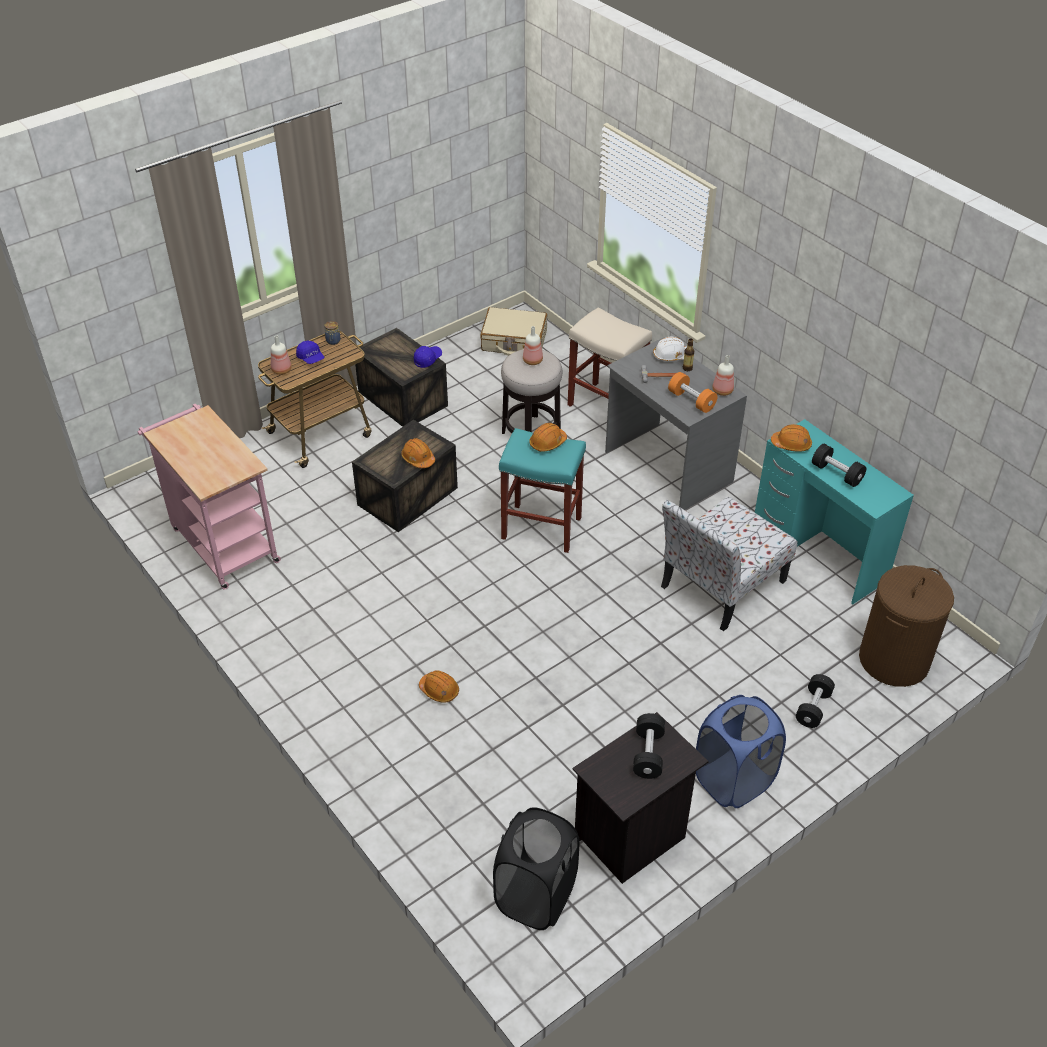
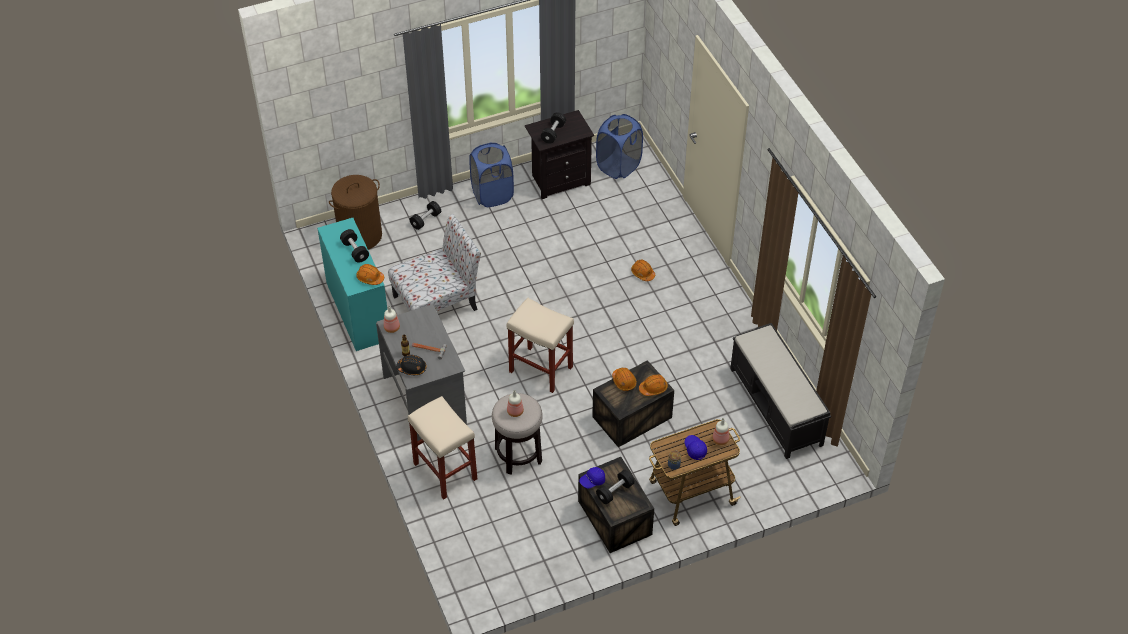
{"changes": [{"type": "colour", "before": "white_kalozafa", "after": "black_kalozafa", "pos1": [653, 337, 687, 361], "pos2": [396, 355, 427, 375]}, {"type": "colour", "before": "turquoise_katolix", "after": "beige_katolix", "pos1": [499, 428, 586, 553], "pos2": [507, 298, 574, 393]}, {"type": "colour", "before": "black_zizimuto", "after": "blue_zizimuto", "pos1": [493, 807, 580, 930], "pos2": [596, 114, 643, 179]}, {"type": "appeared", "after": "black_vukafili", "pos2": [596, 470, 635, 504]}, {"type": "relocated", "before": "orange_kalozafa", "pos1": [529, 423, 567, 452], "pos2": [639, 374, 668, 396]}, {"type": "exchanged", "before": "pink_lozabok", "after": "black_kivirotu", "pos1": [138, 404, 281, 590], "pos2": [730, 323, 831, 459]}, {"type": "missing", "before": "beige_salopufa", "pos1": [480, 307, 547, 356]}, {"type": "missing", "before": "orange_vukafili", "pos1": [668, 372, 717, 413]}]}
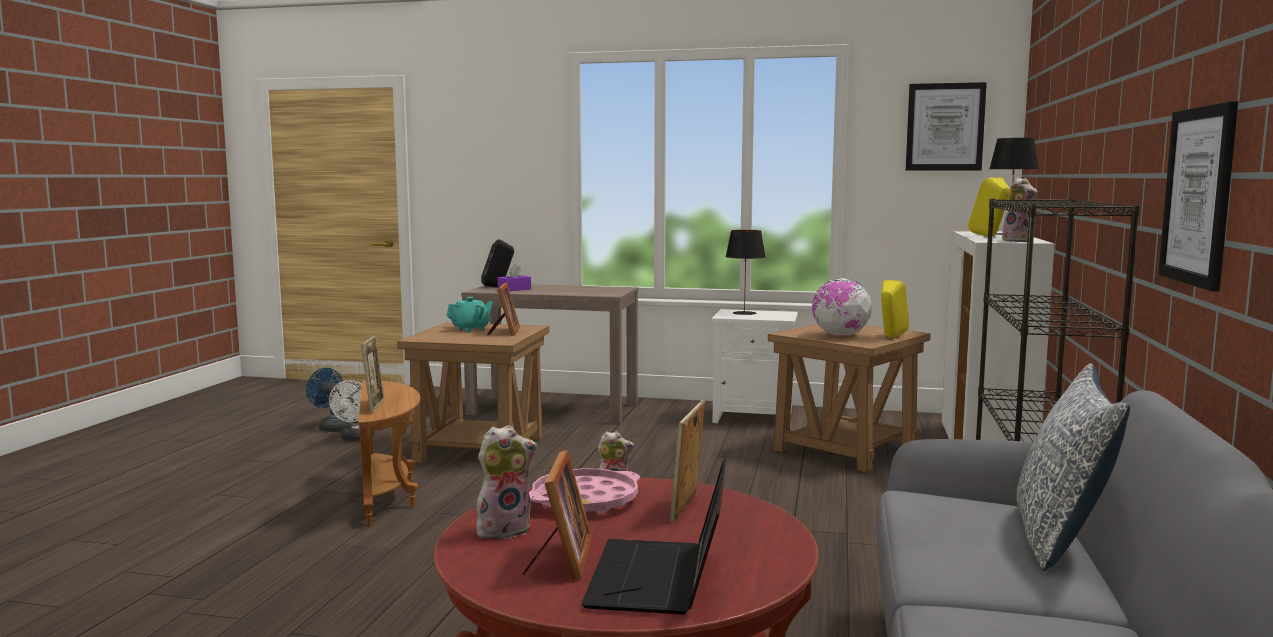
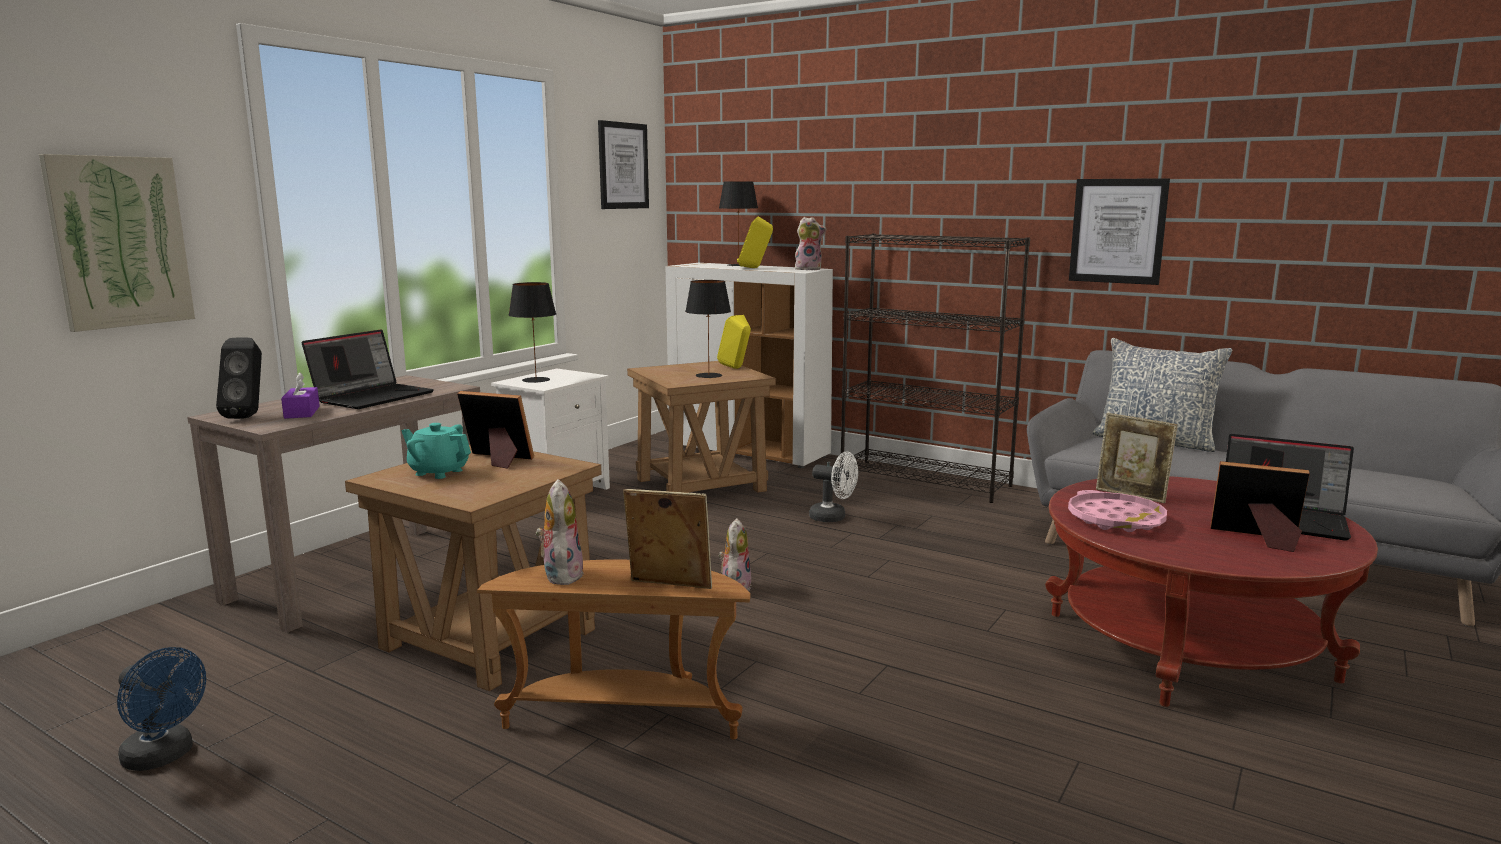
{"changes": [{"type": "appeared", "after": "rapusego", "pos2": [39, 154, 195, 332]}, {"type": "spun", "before": "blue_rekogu", "pos1": [306, 368, 352, 432], "pos2": [117, 647, 206, 771], "turn": -120}, {"type": "appeared", "after": "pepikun", "pos2": [302, 330, 434, 409]}, {"type": "spun", "before": "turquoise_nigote", "pos1": [447, 297, 493, 332], "pos2": [401, 423, 471, 479], "turn": -45}, {"type": "relocated", "before": "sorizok", "pos1": [477, 425, 537, 540], "pos2": [536, 479, 584, 585]}, {"type": "exchanged", "before": "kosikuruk", "after": "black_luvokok", "pos1": [812, 278, 871, 336], "pos2": [685, 280, 731, 378]}, {"type": "relocated", "before": "white_rekogu", "pos1": [329, 380, 375, 441], "pos2": [809, 452, 858, 522]}]}
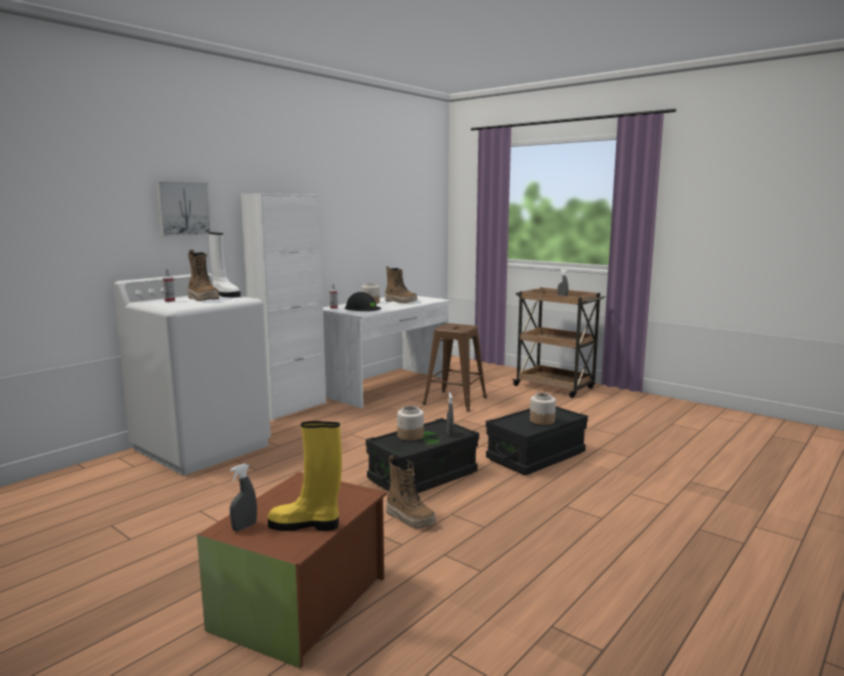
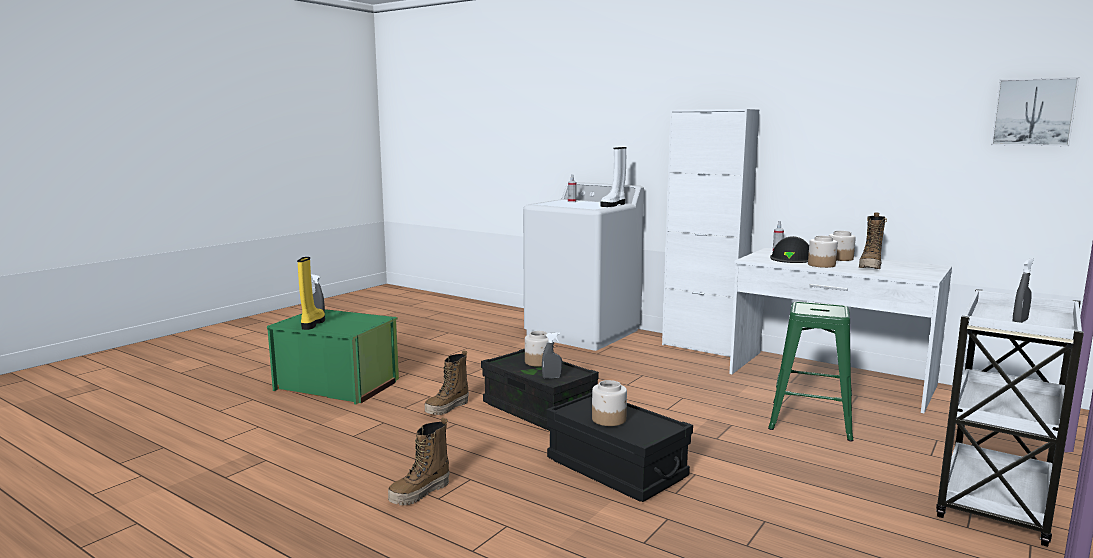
{"changes": [{"type": "colour", "before": "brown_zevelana", "after": "green_zevelana", "pos1": [197, 472, 387, 669], "pos2": [267, 309, 399, 404]}, {"type": "relocated", "before": "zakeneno", "pos1": [188, 250, 219, 301], "pos2": [388, 417, 450, 505]}, {"type": "colour", "before": "brown_katolix", "after": "green_katolix", "pos1": [422, 323, 487, 412], "pos2": [768, 302, 853, 441]}, {"type": "appeared", "after": "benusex", "pos2": [808, 236, 838, 268]}, {"type": "colour", "before": "brown_lozabok", "after": "white_lozabok", "pos1": [511, 287, 605, 398], "pos2": [936, 289, 1084, 547]}, {"type": "relocated", "before": "rapusego", "pos1": [155, 181, 212, 237], "pos2": [991, 77, 1080, 146]}]}
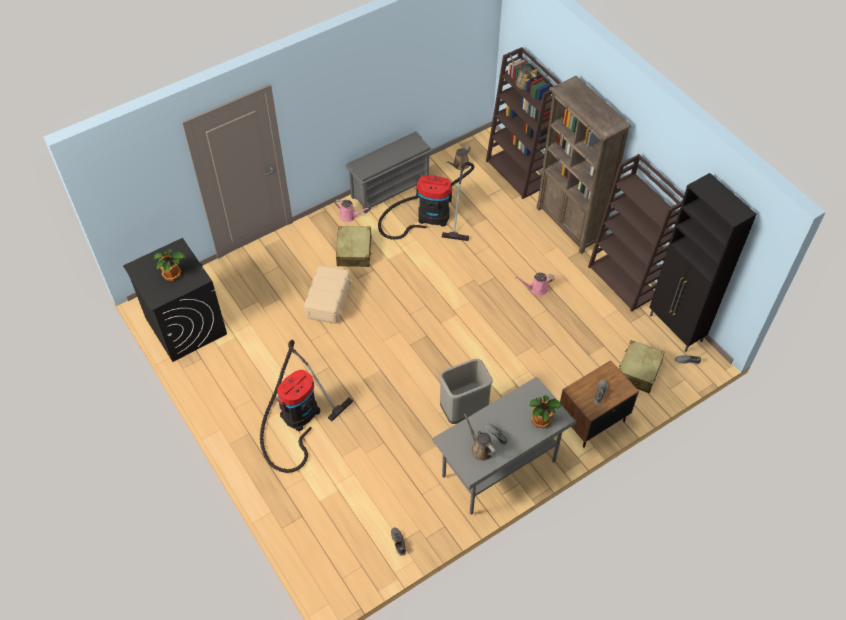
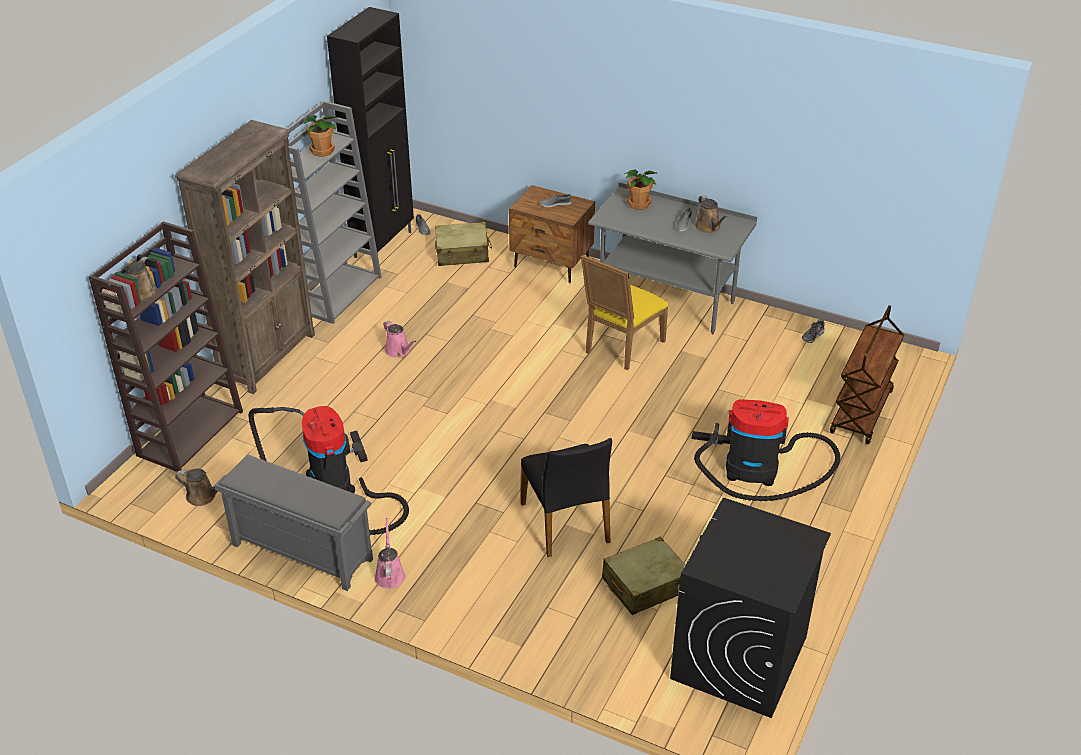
{"changes": [{"type": "colour", "before": "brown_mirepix", "after": "grey_mirepix", "pos1": [588, 154, 684, 312], "pos2": [287, 101, 382, 324]}, {"type": "relocated", "before": "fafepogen", "pos1": [153, 249, 186, 281], "pos2": [304, 115, 337, 157]}, {"type": "exchanged", "before": "beige_zevelana", "after": "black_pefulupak", "pos1": [303, 265, 352, 324], "pos2": [521, 438, 612, 557]}, {"type": "exchanged", "before": "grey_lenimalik", "after": "yellow_pefulupak", "pos1": [439, 359, 493, 424], "pos2": [581, 254, 669, 370]}, {"type": "relocated", "before": "beige_salopufa", "pos1": [336, 226, 372, 267], "pos2": [602, 537, 685, 615]}, {"type": "spun", "before": "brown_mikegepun", "pos1": [464, 414, 496, 461], "pos2": [695, 195, 728, 233], "turn": -45}, {"type": "appeared", "after": "brown_lozabok", "pos2": [830, 305, 904, 444]}]}
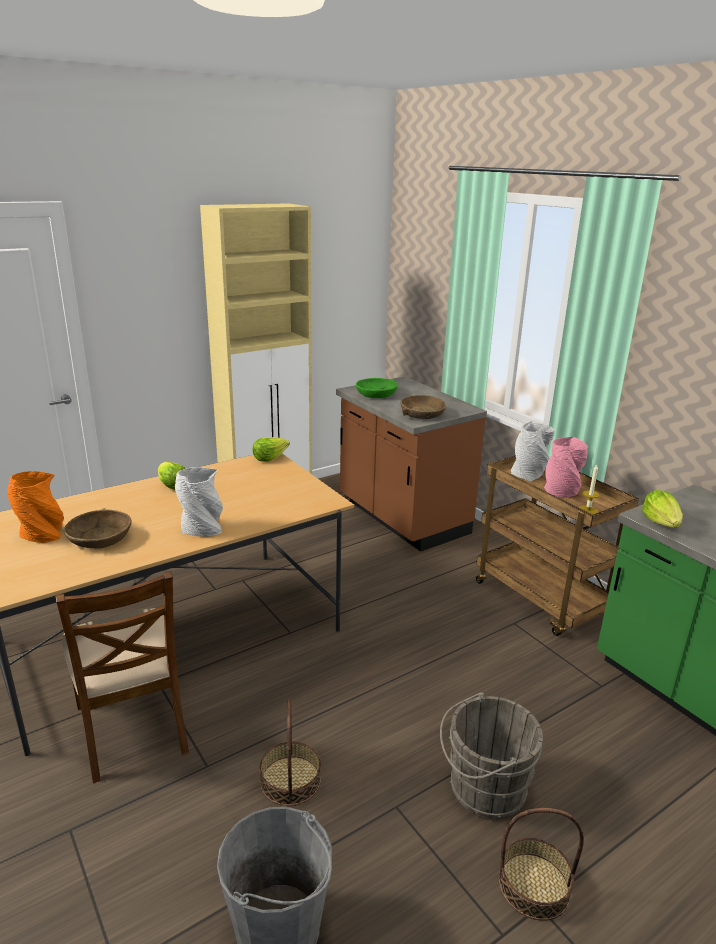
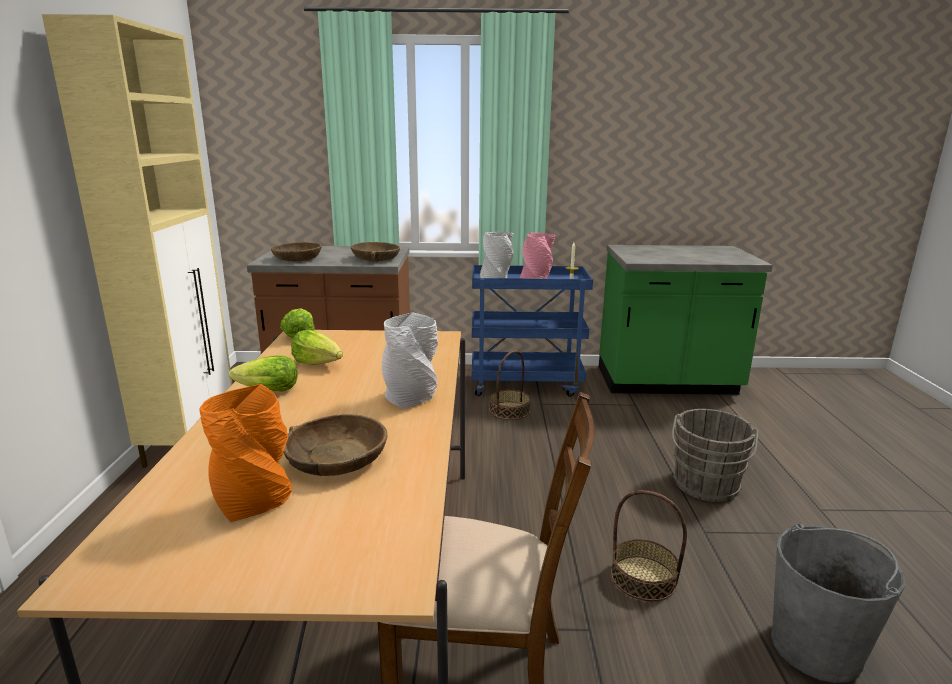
{"changes": [{"type": "colour", "before": "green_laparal", "after": "brown_laparal", "pos1": [356, 378, 398, 398], "pos2": [271, 242, 322, 261]}, {"type": "relocated", "before": "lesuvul", "pos1": [642, 490, 683, 528], "pos2": [291, 330, 343, 365]}, {"type": "colour", "before": "brown_lozabok", "after": "blue_lozabok", "pos1": [476, 455, 639, 636], "pos2": [472, 265, 593, 397]}, {"type": "relocated", "before": "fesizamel", "pos1": [499, 808, 584, 921], "pos2": [489, 351, 531, 420]}]}
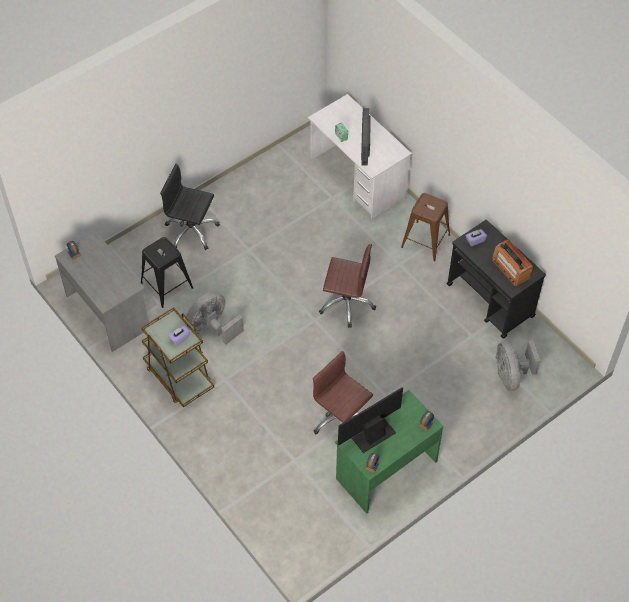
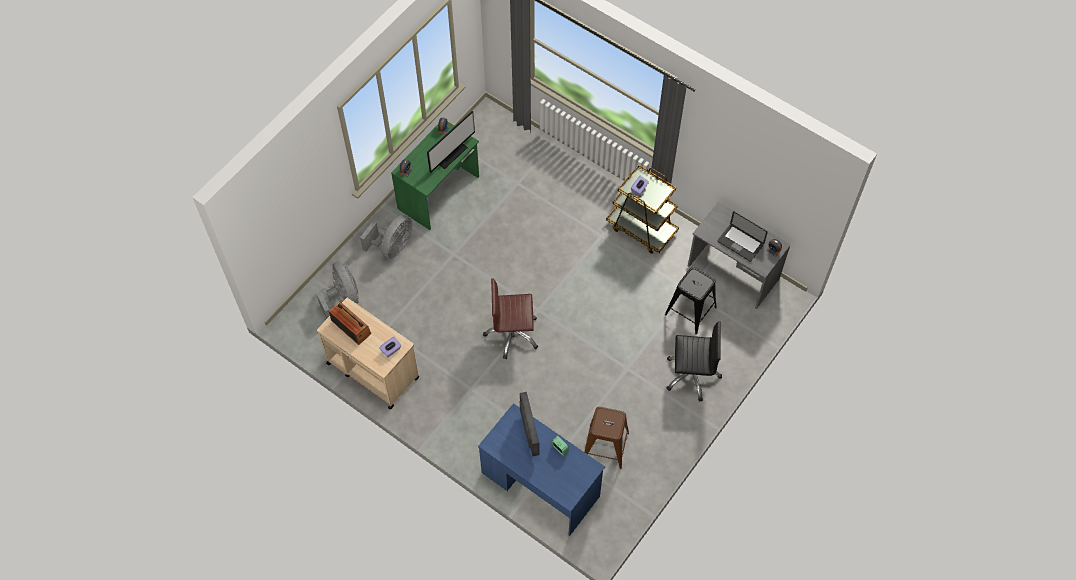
{"changes": [{"type": "colour", "before": "black_lozabok", "after": "beige_lozabok", "pos1": [447, 220, 546, 339], "pos2": [317, 298, 419, 409]}, {"type": "relocated", "before": "grey_rekogu", "pos1": [185, 291, 244, 345], "pos2": [360, 215, 412, 258]}, {"type": "colour", "before": "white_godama", "after": "blue_godama", "pos1": [308, 94, 412, 219], "pos2": [478, 403, 605, 536]}, {"type": "relocated", "before": "brown_katolix", "pos1": [401, 193, 450, 261], "pos2": [585, 407, 629, 469]}, {"type": "appeared", "after": "pepikun", "pos2": [717, 211, 768, 262]}, {"type": "missing", "before": "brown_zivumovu", "pos1": [313, 351, 373, 434]}]}
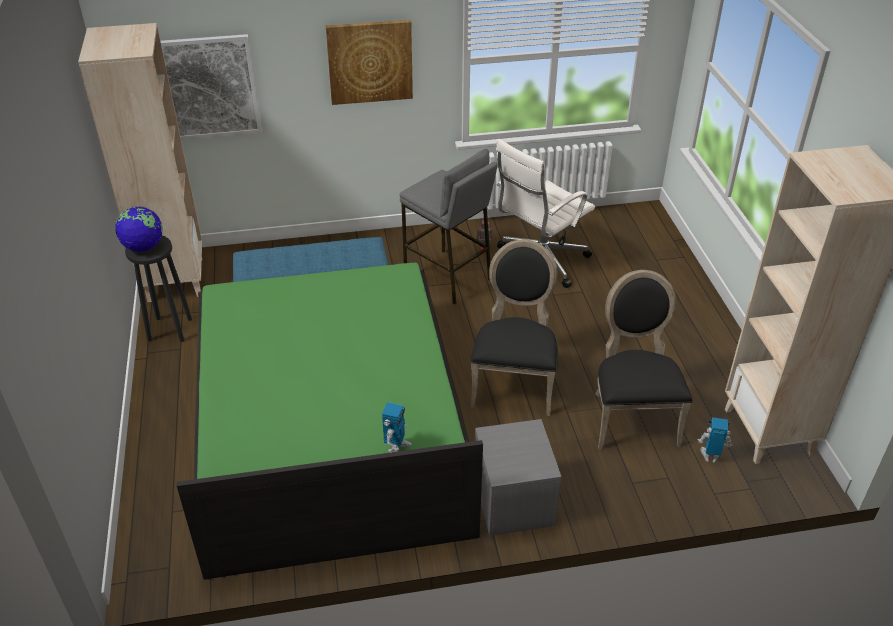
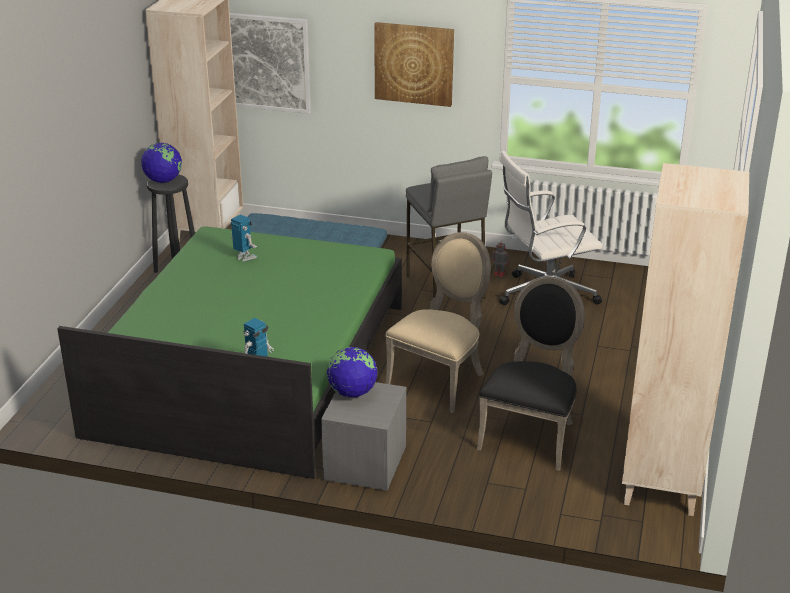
{"changes": [{"type": "relocated", "before": "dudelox", "pos1": [698, 417, 732, 463], "pos2": [231, 215, 257, 262]}, {"type": "appeared", "after": "kosikuruk", "pos2": [327, 347, 377, 397]}, {"type": "colour", "before": "black_pefulupak", "after": "beige_pefulupak", "pos1": [470, 239, 558, 416], "pos2": [385, 232, 491, 413]}]}
